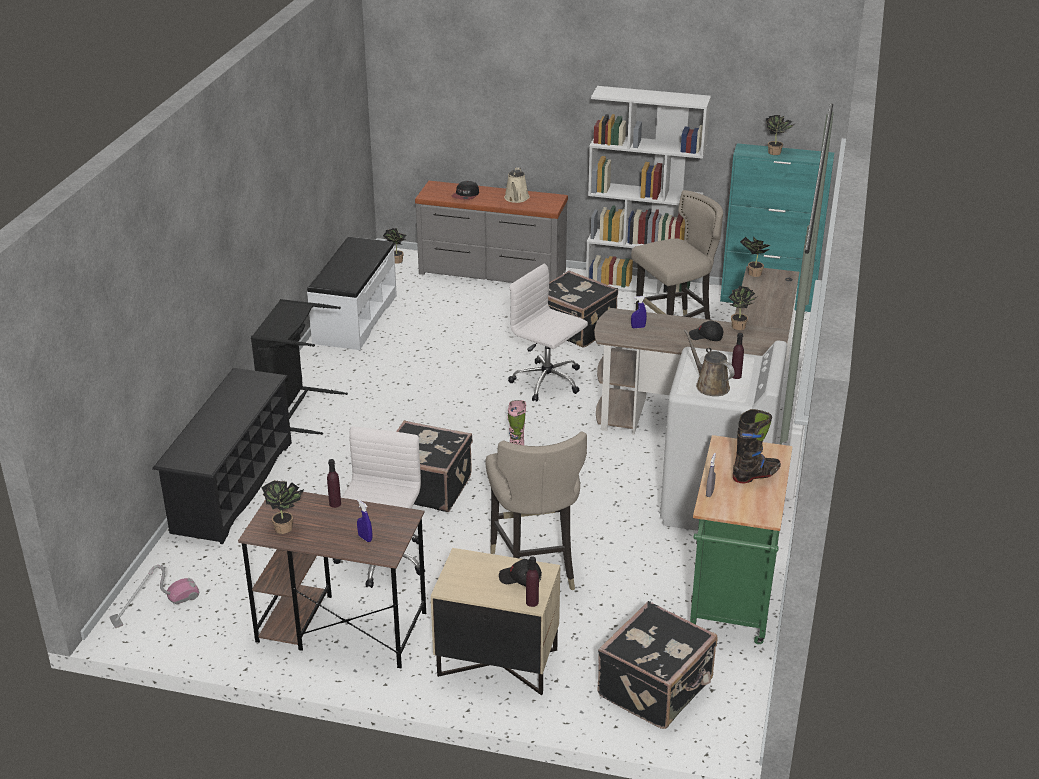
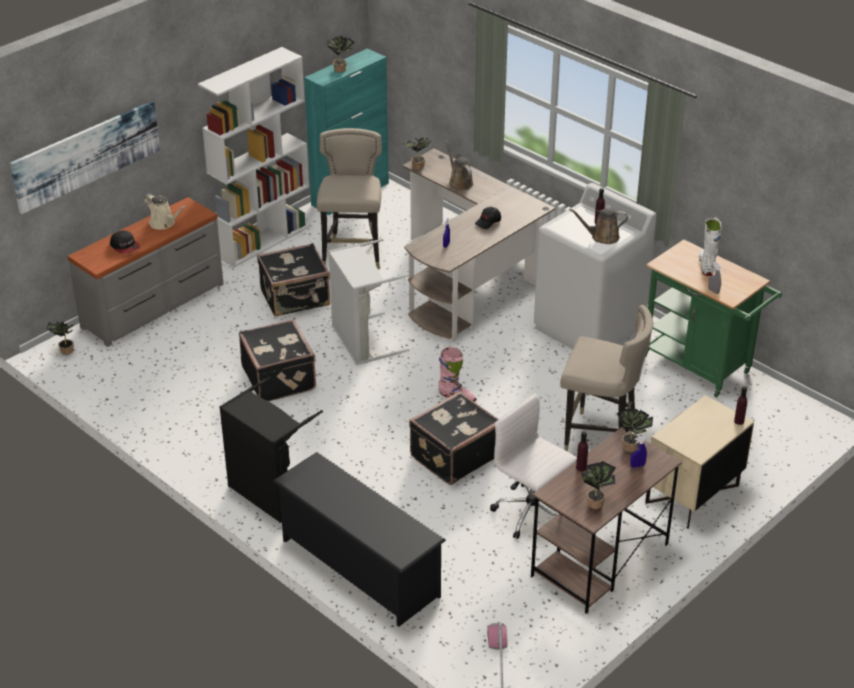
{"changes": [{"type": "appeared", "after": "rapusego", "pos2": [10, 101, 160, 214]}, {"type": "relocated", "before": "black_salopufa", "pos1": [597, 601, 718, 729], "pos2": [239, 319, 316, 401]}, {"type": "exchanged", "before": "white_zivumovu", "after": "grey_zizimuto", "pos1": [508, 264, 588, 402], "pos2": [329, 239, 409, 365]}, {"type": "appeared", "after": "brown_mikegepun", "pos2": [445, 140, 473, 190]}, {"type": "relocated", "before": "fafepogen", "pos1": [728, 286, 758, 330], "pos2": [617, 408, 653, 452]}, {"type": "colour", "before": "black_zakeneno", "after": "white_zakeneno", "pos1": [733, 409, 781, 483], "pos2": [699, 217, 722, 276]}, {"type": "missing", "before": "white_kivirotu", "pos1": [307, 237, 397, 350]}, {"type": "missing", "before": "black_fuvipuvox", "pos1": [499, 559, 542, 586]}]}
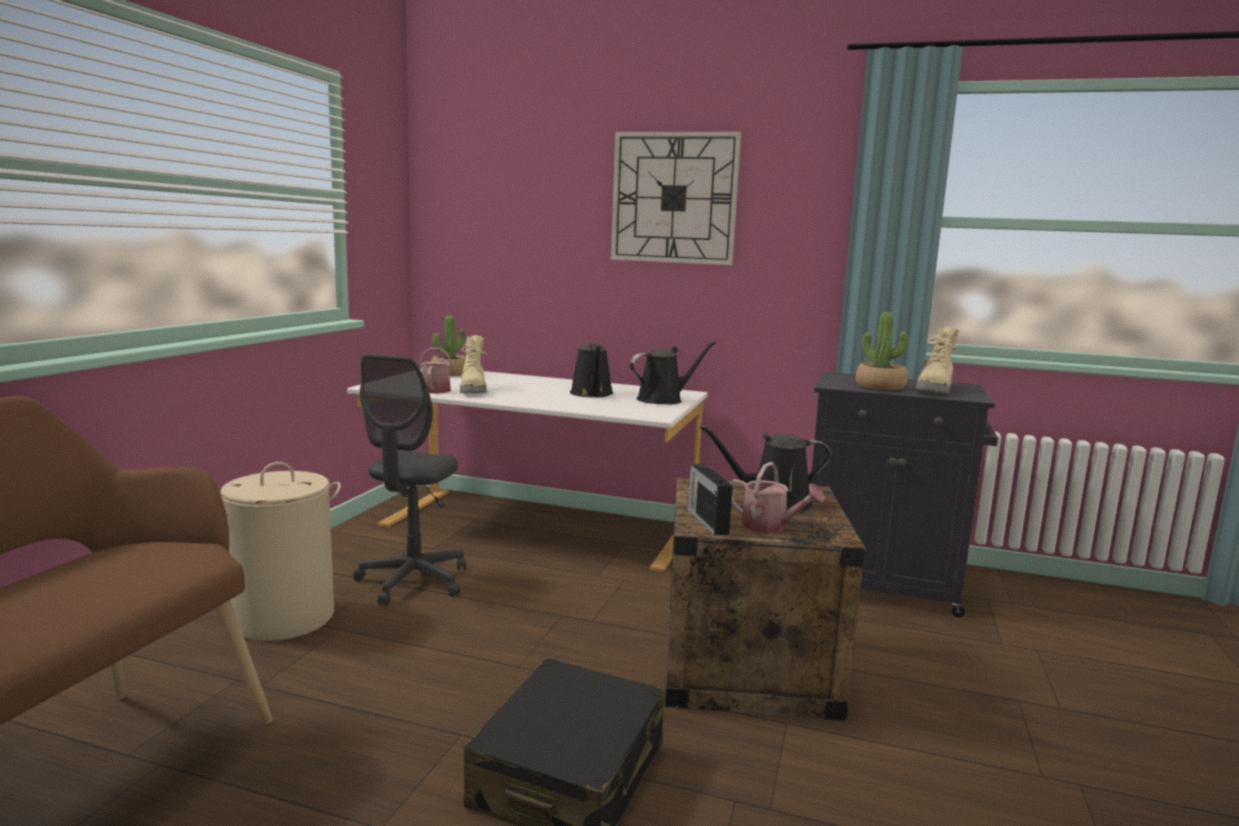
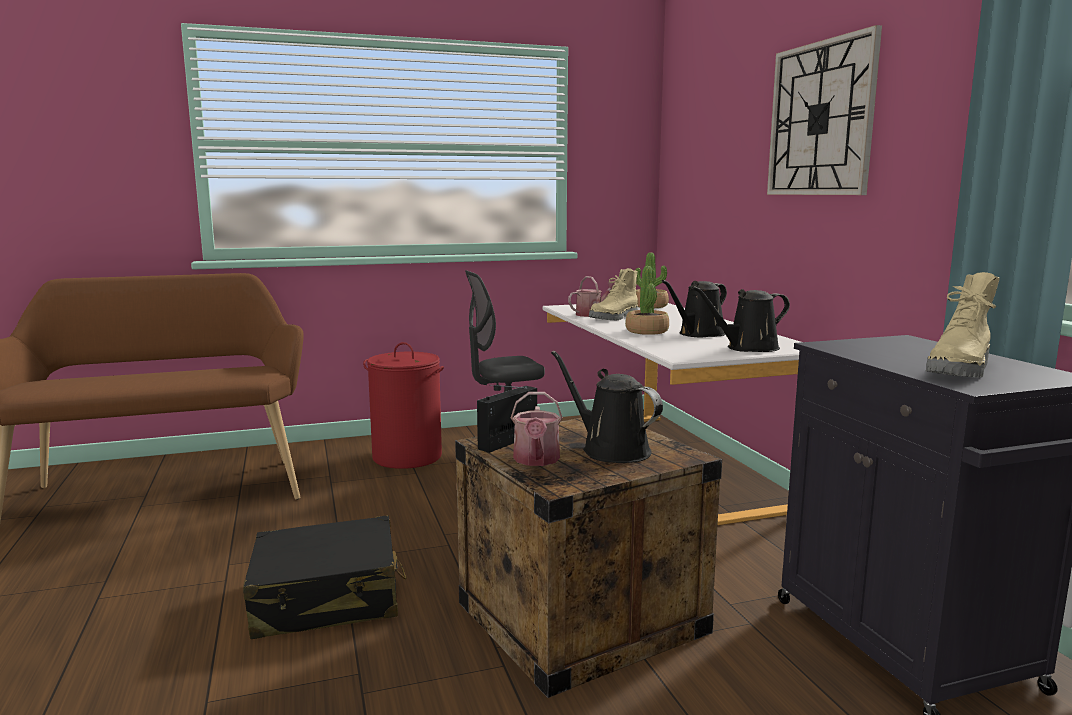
{"changes": [{"type": "colour", "before": "beige_zizimuto", "after": "red_zizimuto", "pos1": [221, 462, 341, 641], "pos2": [363, 342, 444, 469]}, {"type": "relocated", "before": "fafepogen", "pos1": [856, 312, 909, 390], "pos2": [625, 266, 669, 335]}, {"type": "spun", "before": "black_mikegepun", "pos1": [630, 341, 716, 404], "pos2": [692, 286, 790, 352], "turn": 135}, {"type": "spun", "before": "beige_zakeneno", "pos1": [916, 327, 959, 393], "pos2": [926, 272, 999, 378], "turn": -45}]}
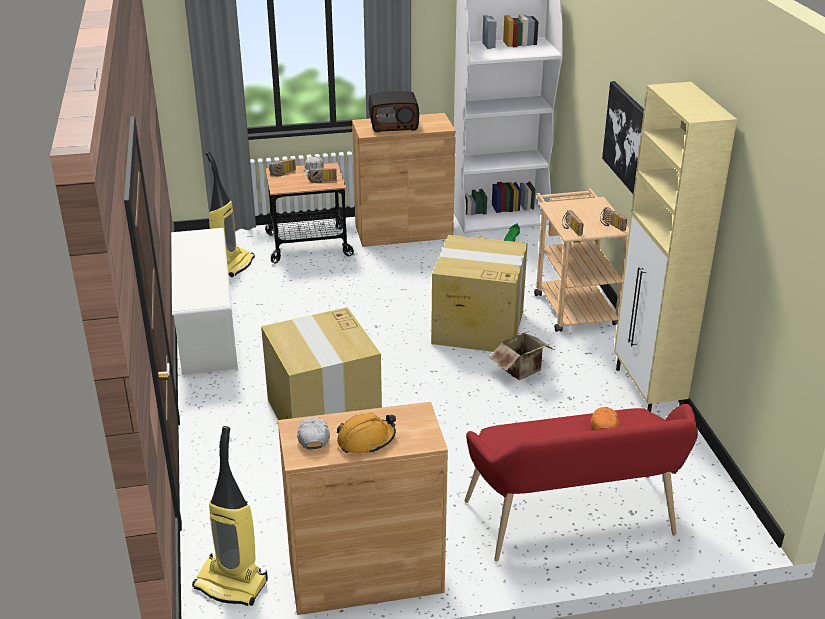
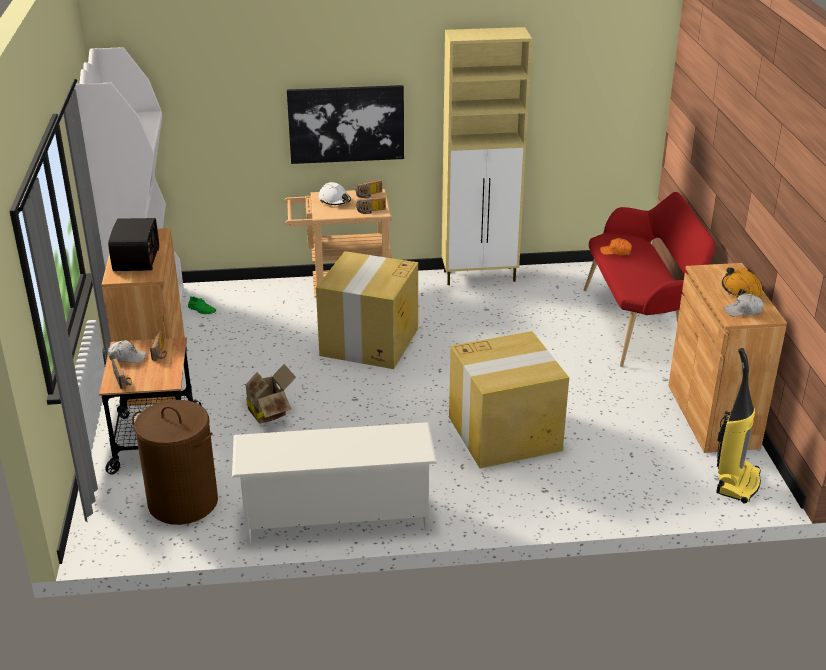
{"changes": [{"type": "exchanged", "before": "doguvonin", "after": "brown_zizimuto", "pos1": [205, 151, 255, 277], "pos2": [132, 400, 218, 525]}, {"type": "relocated", "before": "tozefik", "pos1": [489, 330, 554, 380], "pos2": [244, 364, 296, 424]}, {"type": "appeared", "after": "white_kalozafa", "pos2": [318, 182, 351, 205]}]}
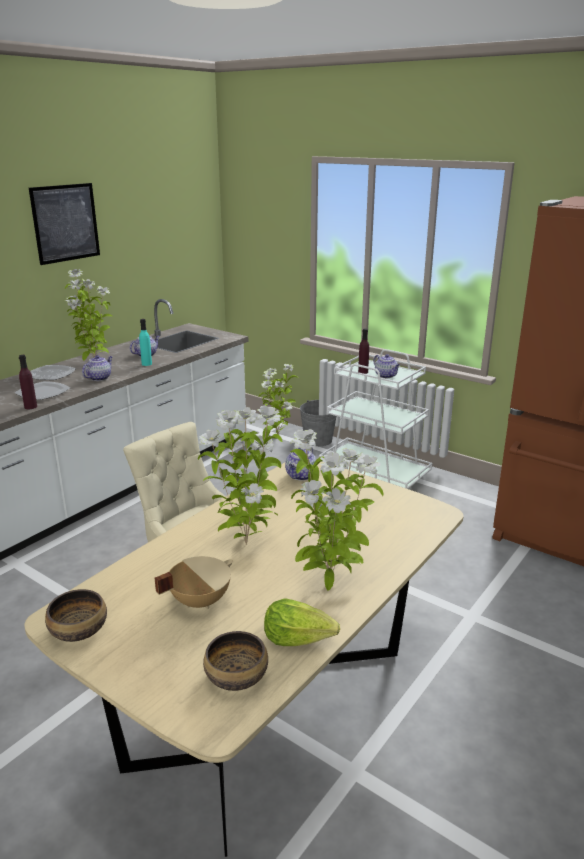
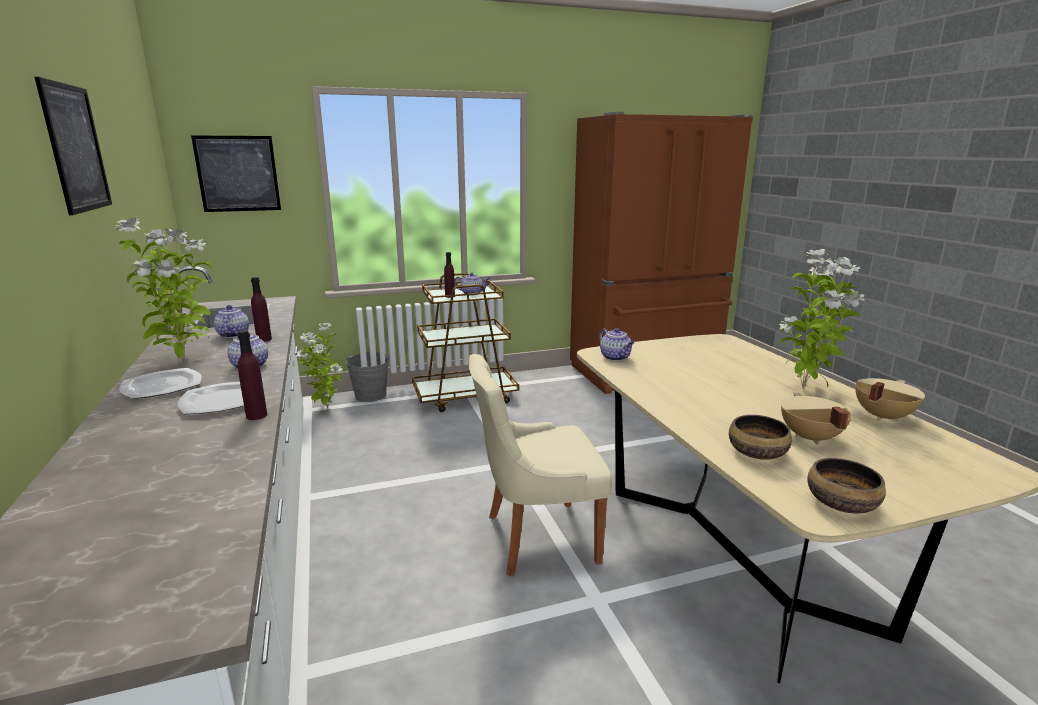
{"changes": [{"type": "appeared", "after": "rapusego", "pos2": [191, 135, 281, 212]}, {"type": "colour", "before": "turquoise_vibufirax", "after": "purple_vibufirax", "pos1": [139, 319, 152, 366], "pos2": [251, 277, 272, 342]}, {"type": "colour", "before": "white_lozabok", "after": "brown_lozabok", "pos1": [319, 349, 433, 489], "pos2": [412, 273, 519, 412]}, {"type": "relocated", "before": "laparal", "pos1": [203, 631, 268, 691], "pos2": [729, 415, 792, 460]}, {"type": "exchanged", "before": "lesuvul", "after": "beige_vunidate", "pos1": [264, 598, 340, 646], "pos2": [855, 378, 925, 422]}, {"type": "missing", "before": "fafepogen", "pos1": [198, 406, 283, 545]}]}
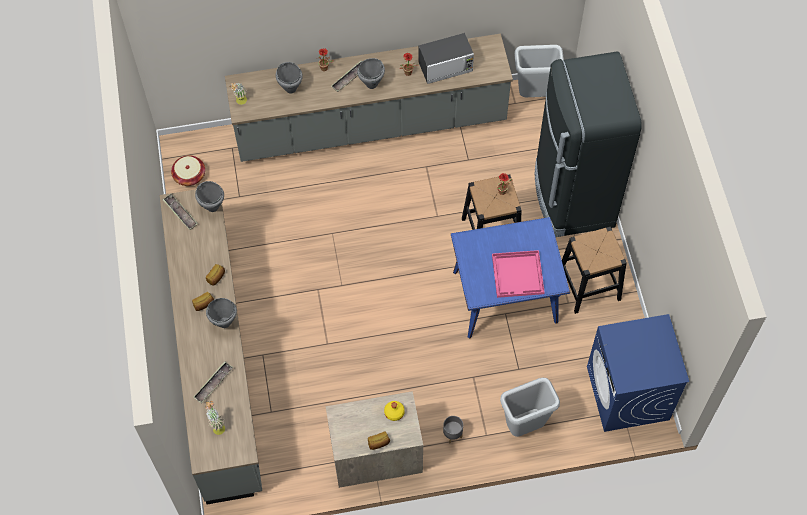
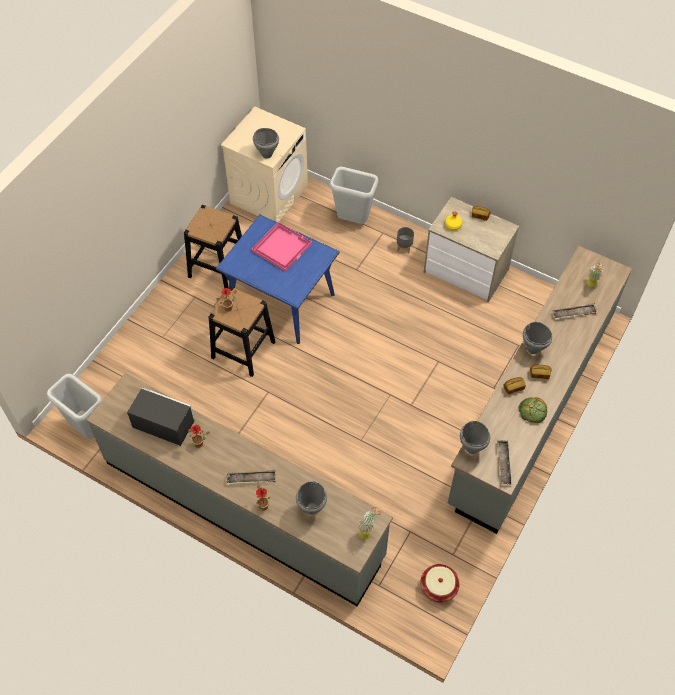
{"changes": [{"type": "colour", "before": "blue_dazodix", "after": "beige_dazodix", "pos1": [587, 314, 689, 432], "pos2": [221, 107, 308, 222]}, {"type": "relocated", "before": "grey_vunidate", "pos1": [357, 58, 385, 89], "pos2": [253, 128, 279, 159]}, {"type": "appeared", "after": "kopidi", "pos2": [519, 398, 547, 423]}, {"type": "missing", "before": "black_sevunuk", "pos1": [535, 52, 642, 237]}]}
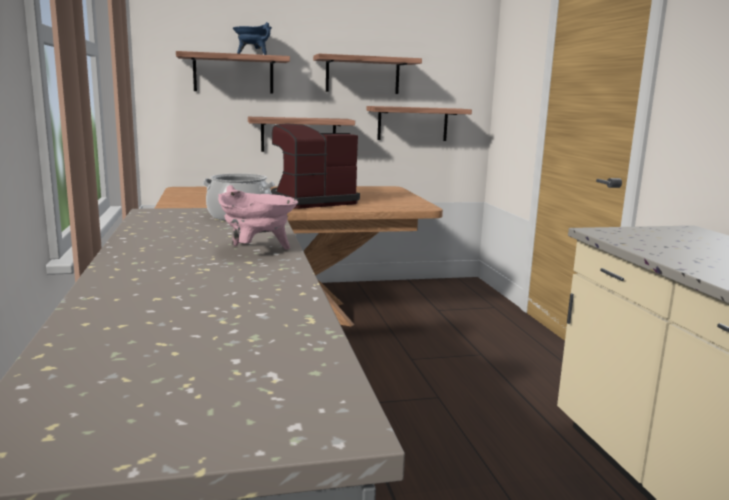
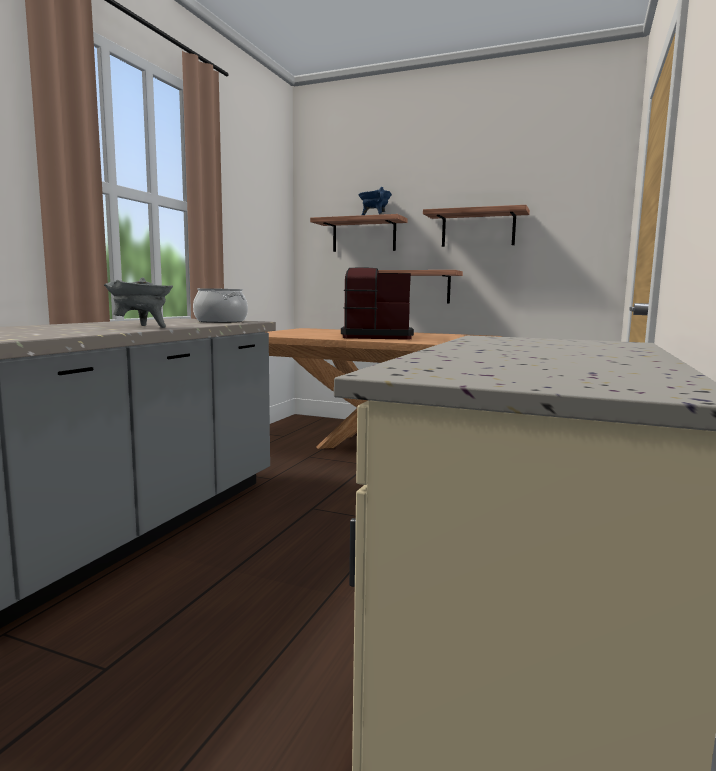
{"changes": [{"type": "colour", "before": "pink_vunidate", "after": "grey_vunidate", "pos1": [218, 185, 298, 250], "pos2": [104, 277, 173, 328]}, {"type": "missing", "before": "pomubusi", "pos1": [366, 106, 472, 141]}]}
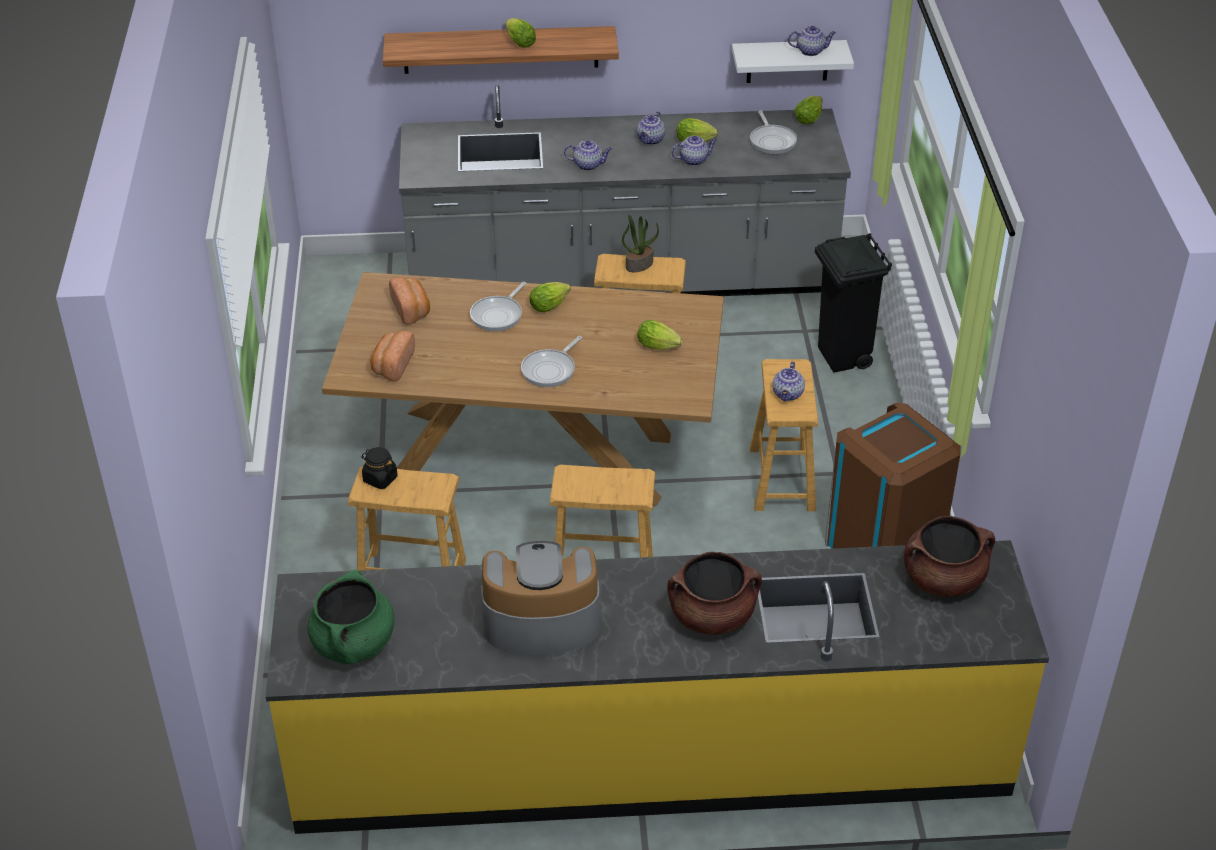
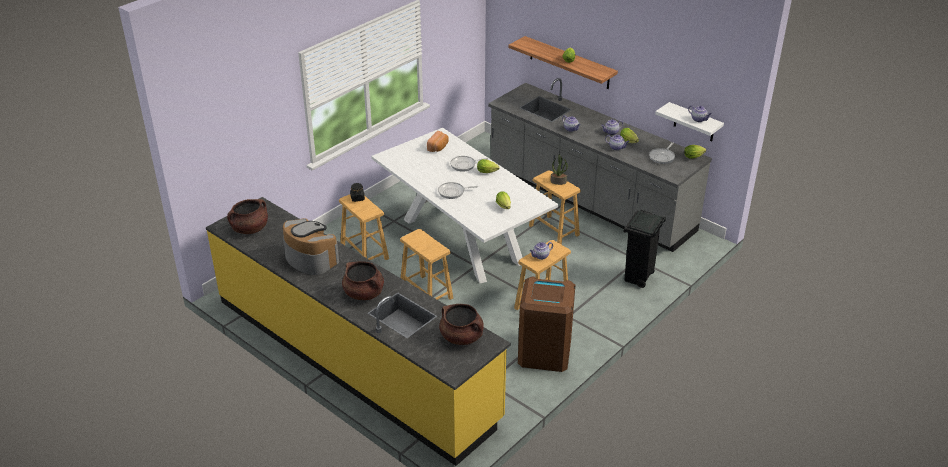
{"changes": [{"type": "colour", "before": "green_vunidate", "after": "brown_vunidate", "pos1": [308, 569, 394, 664], "pos2": [227, 199, 268, 234]}, {"type": "colour", "before": "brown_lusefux", "after": "white_lusefux", "pos1": [322, 272, 724, 507], "pos2": [371, 128, 558, 283]}, {"type": "missing", "before": "kopidi", "pos1": [370, 331, 415, 382]}]}
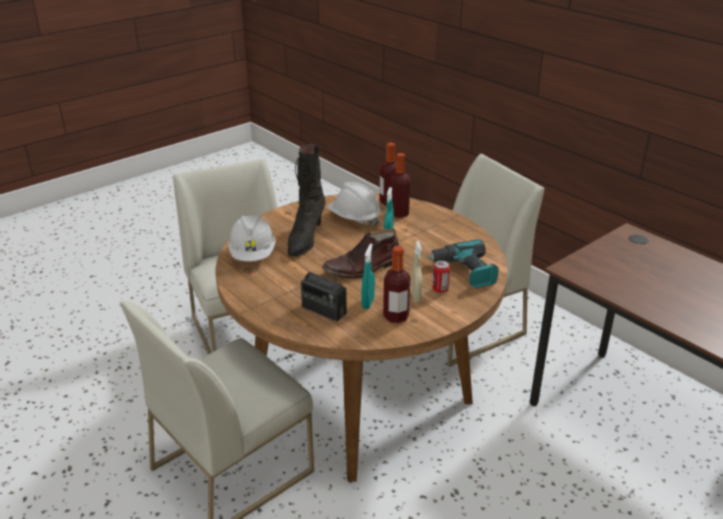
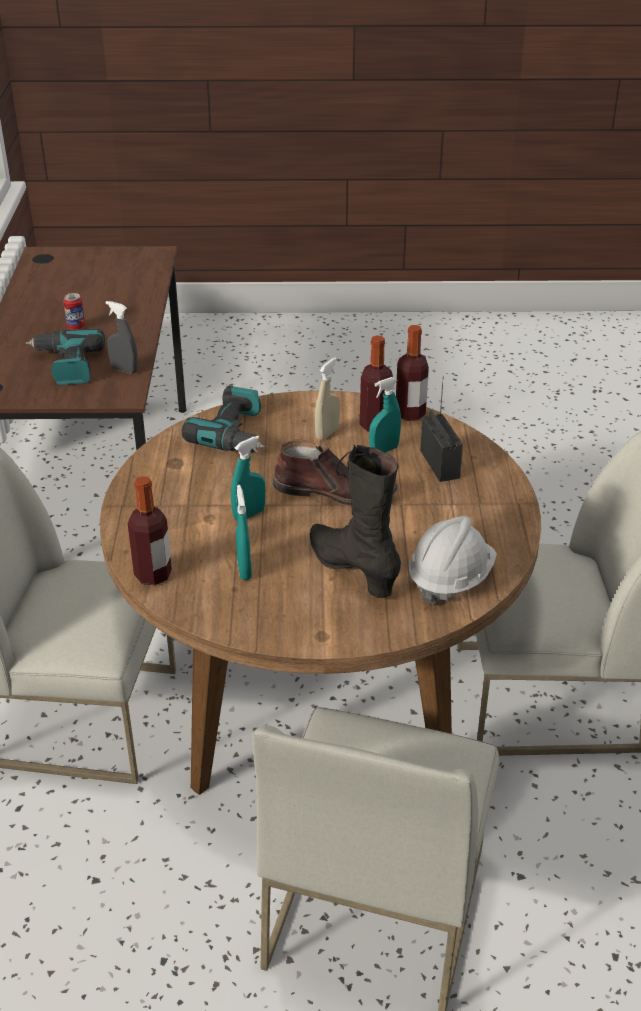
{"changes": [{"type": "appeared", "after": "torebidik", "pos2": [26, 329, 105, 385]}, {"type": "relocated", "before": "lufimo", "pos1": [433, 261, 450, 293], "pos2": [63, 293, 85, 330]}, {"type": "appeared", "after": "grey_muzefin", "pos2": [105, 301, 138, 374]}, {"type": "exchanged", "before": "white_kalozafa", "after": "turquoise_muzefin", "pos1": [328, 182, 381, 227], "pos2": [236, 485, 252, 580]}, {"type": "spun", "before": "black_zakeneno", "pos1": [288, 144, 325, 256], "pos2": [309, 445, 401, 598], "turn": -90}, {"type": "relocated", "before": "vibufirax", "pos1": [390, 153, 410, 218], "pos2": [396, 325, 429, 421]}]}
